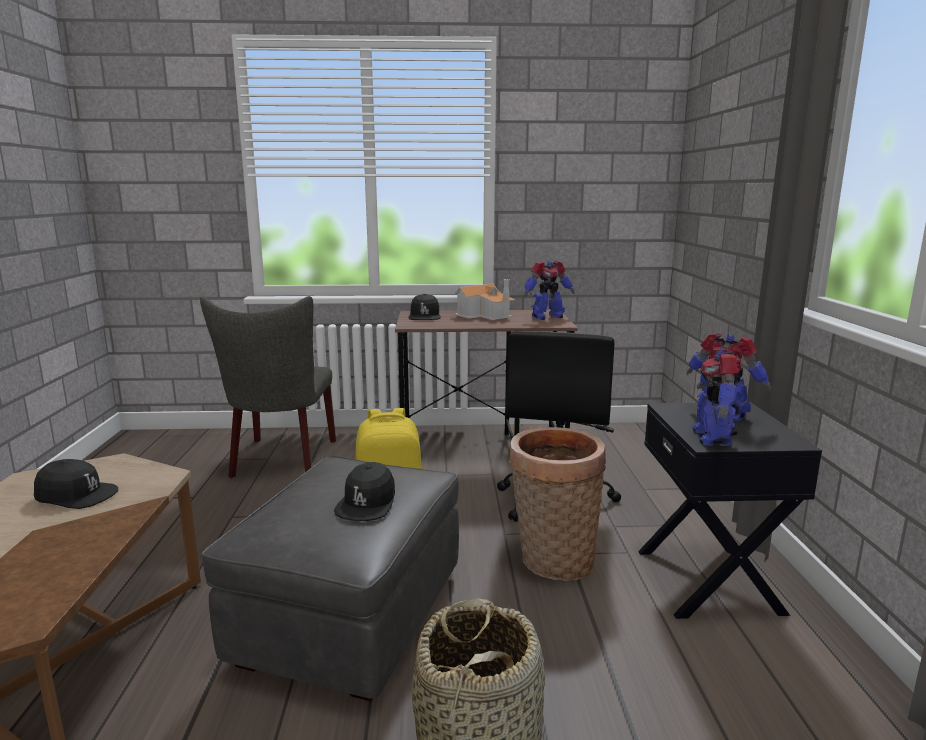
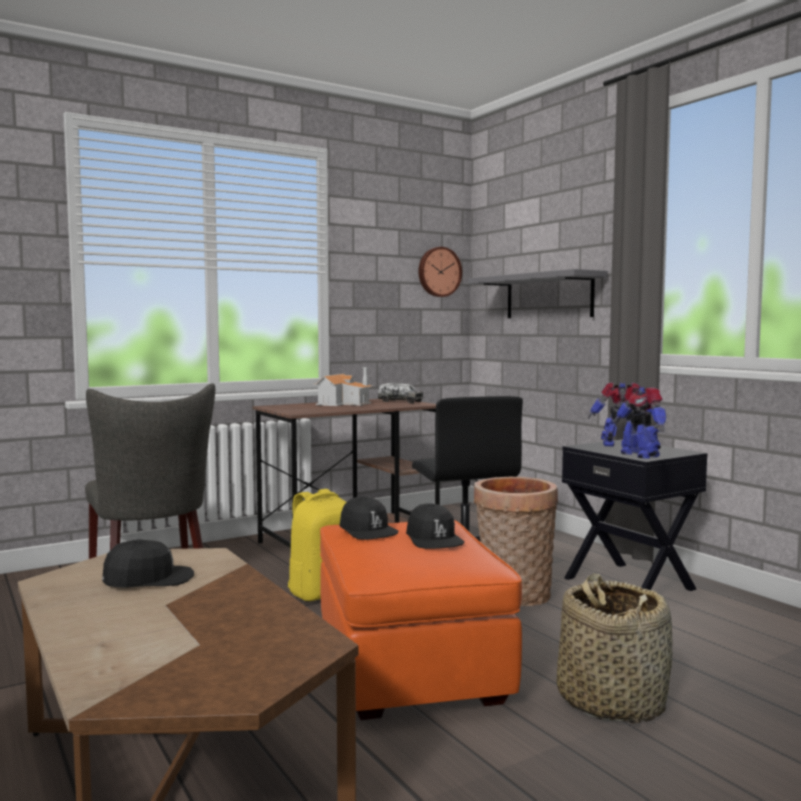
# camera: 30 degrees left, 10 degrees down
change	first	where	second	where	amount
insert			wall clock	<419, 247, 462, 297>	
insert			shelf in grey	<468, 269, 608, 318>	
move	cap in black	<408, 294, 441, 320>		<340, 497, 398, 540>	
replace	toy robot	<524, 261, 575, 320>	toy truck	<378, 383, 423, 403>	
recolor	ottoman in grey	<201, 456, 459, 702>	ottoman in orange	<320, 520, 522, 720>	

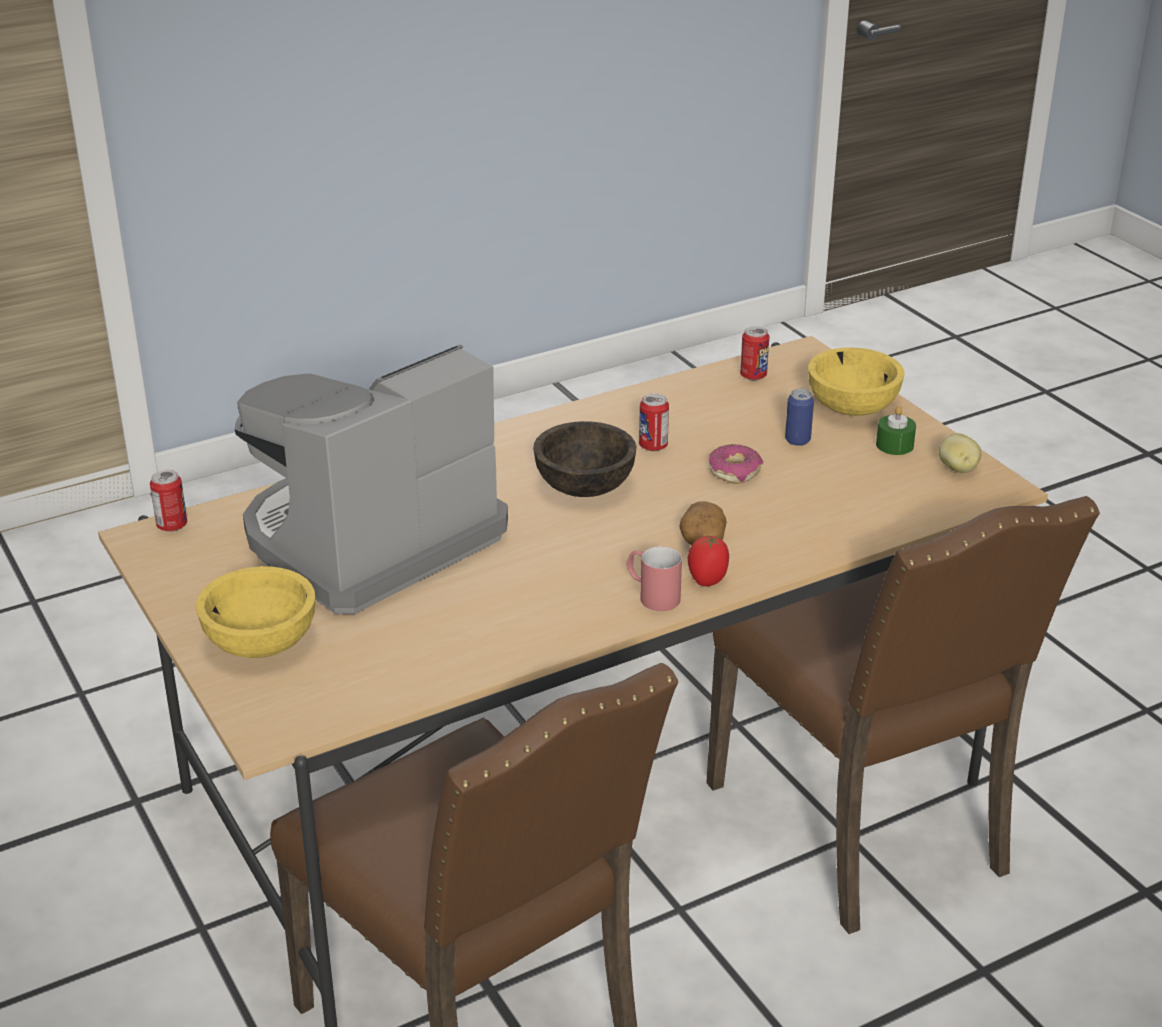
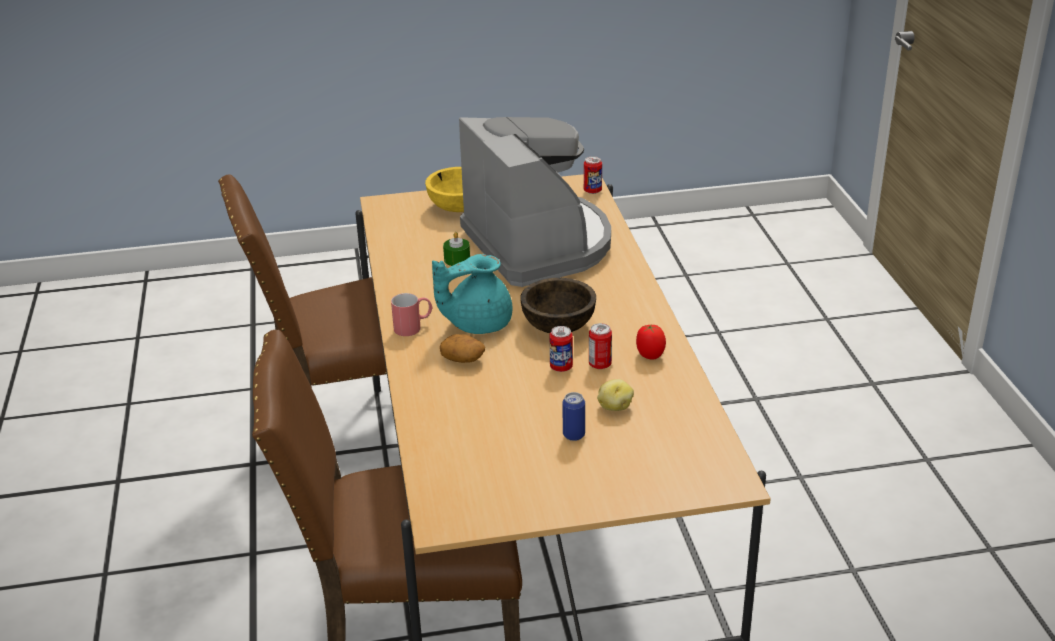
# camera: 110 degrees right, 0 degrees up
change	first	where	second	where	amount
delete	donut	<708, 444, 763, 484>			
delete	bowl in yellow	<808, 347, 905, 416>			
insert			teapot in turquoise	<432, 254, 512, 334>	
move	tomato	<688, 536, 729, 586>		<636, 325, 666, 360>	
move	can	<740, 326, 769, 380>		<549, 326, 573, 372>	
move	candle in green	<876, 406, 916, 455>		<443, 232, 470, 266>	
move	potato	<939, 433, 982, 473>		<597, 379, 634, 411>	

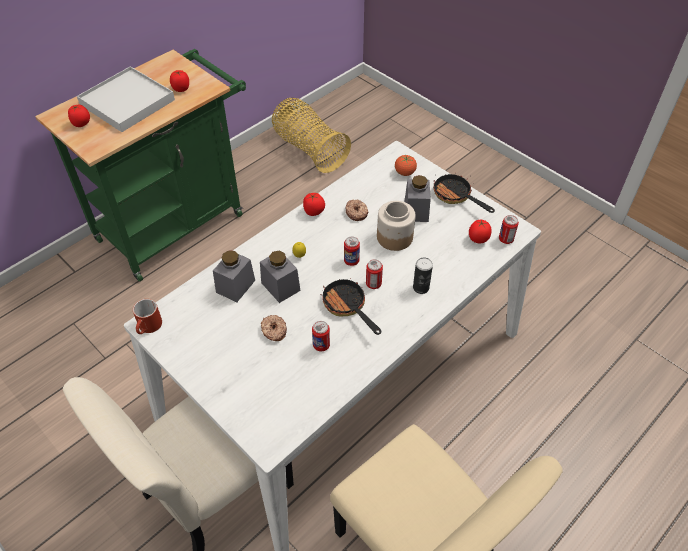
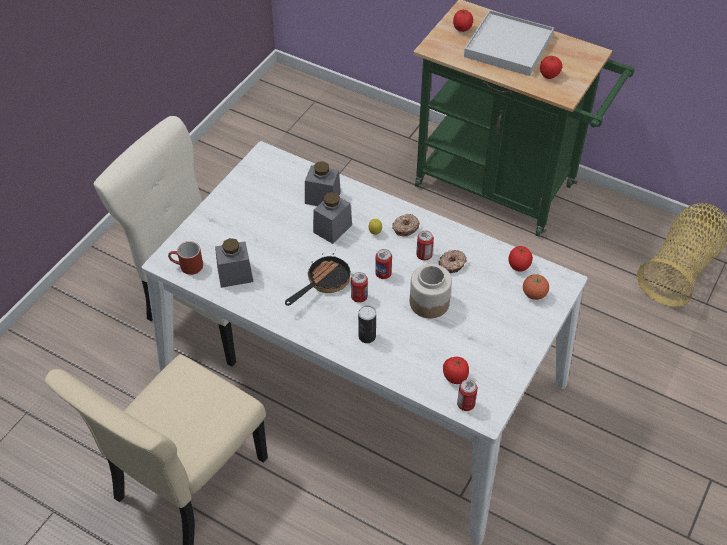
# camera: 75 degrees right, 0 degrees up
change	first	where	second	where	amount
delete	frying pan	<433, 174, 495, 213>			
move	mug in red	<133, 299, 162, 334>		<168, 241, 203, 275>	
move	donut	<261, 315, 287, 341>		<392, 214, 420, 236>	
move	tomato	<303, 193, 325, 216>		<508, 246, 533, 272>	
move	can	<312, 321, 330, 352>		<416, 231, 434, 261>	
move	jar in grey	<405, 175, 431, 222>		<215, 238, 253, 288>	

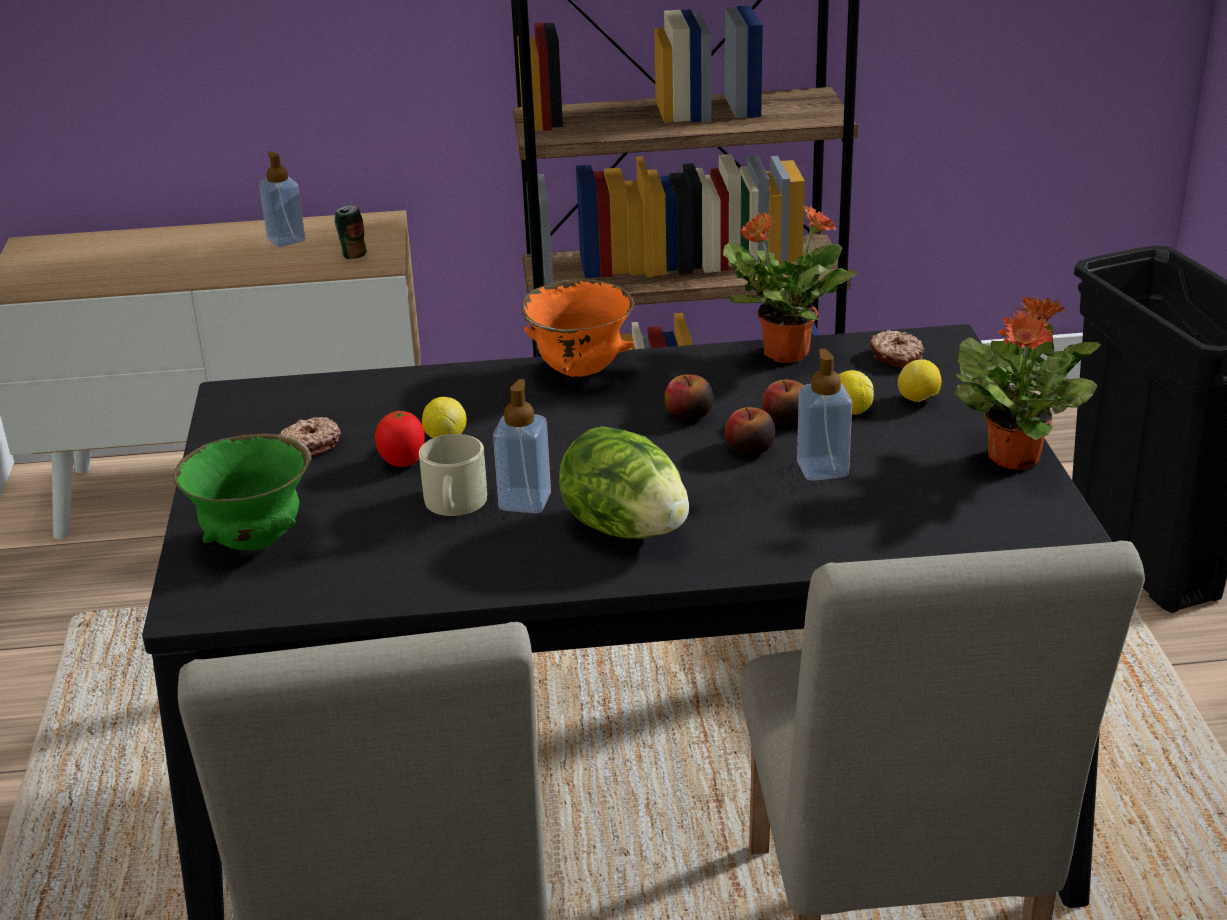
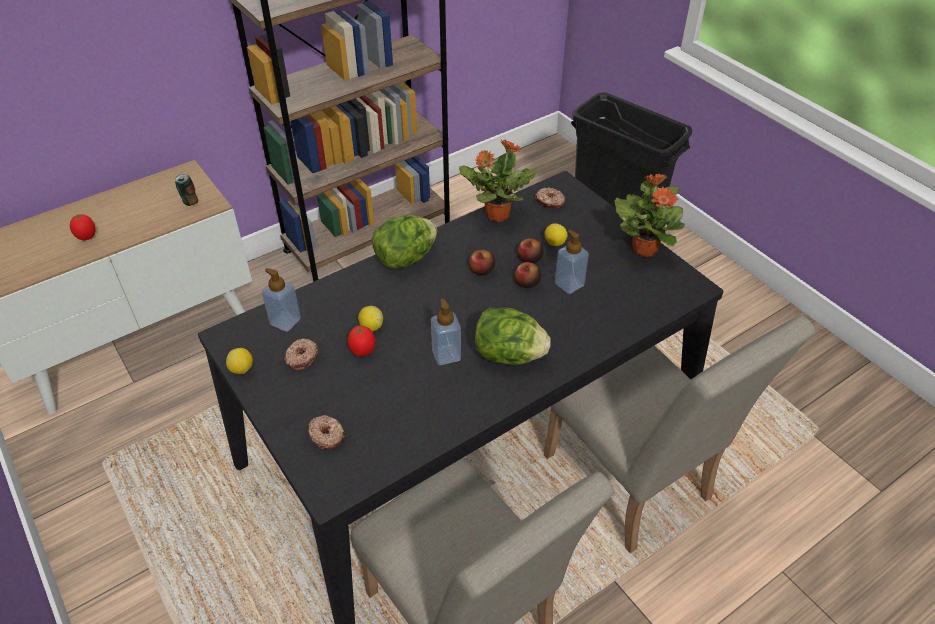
# camera: 30 degrees left, 15 degrees up
change	first	where	second	where	amount
delete	mug in beige	<419, 434, 487, 516>			
insert			tomato	<70, 214, 96, 240>	
move	soap dispenser	<259, 151, 305, 247>		<262, 268, 301, 332>	
move	lemon	<898, 360, 941, 402>		<226, 348, 253, 374>	
replace	bowl in green	<173, 433, 312, 550>	donut	<308, 415, 345, 450>	
replace	bowl in orange	<521, 279, 634, 377>	lettuce	<372, 215, 437, 269>	

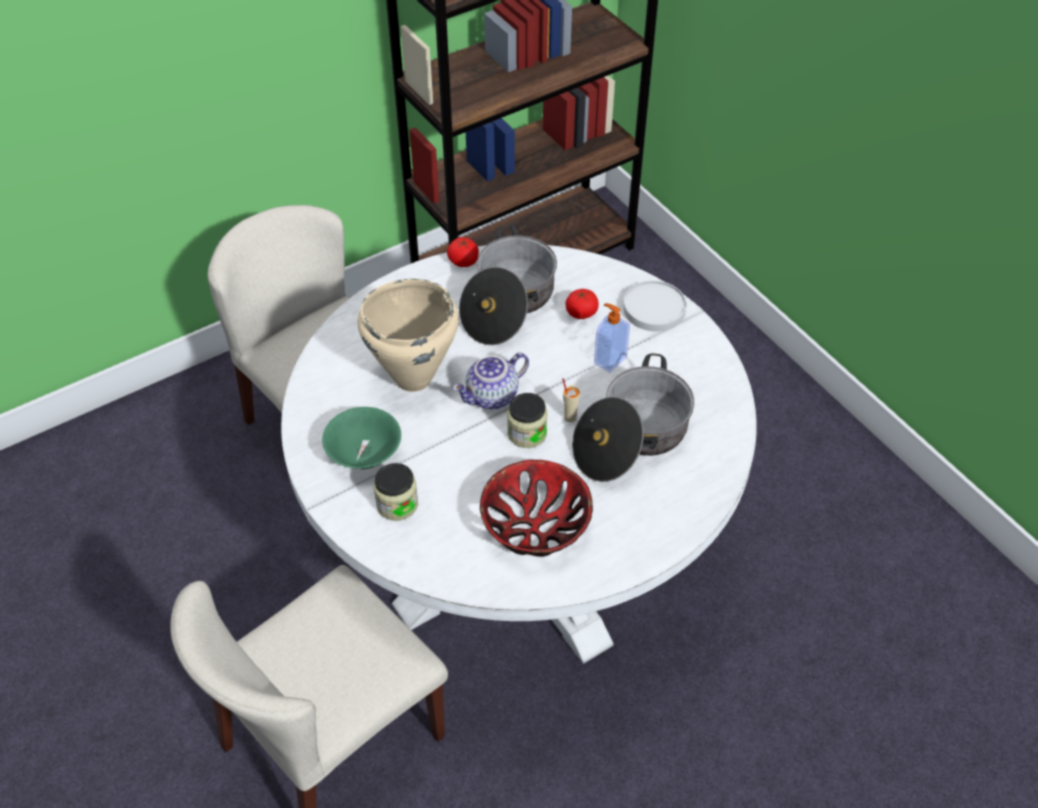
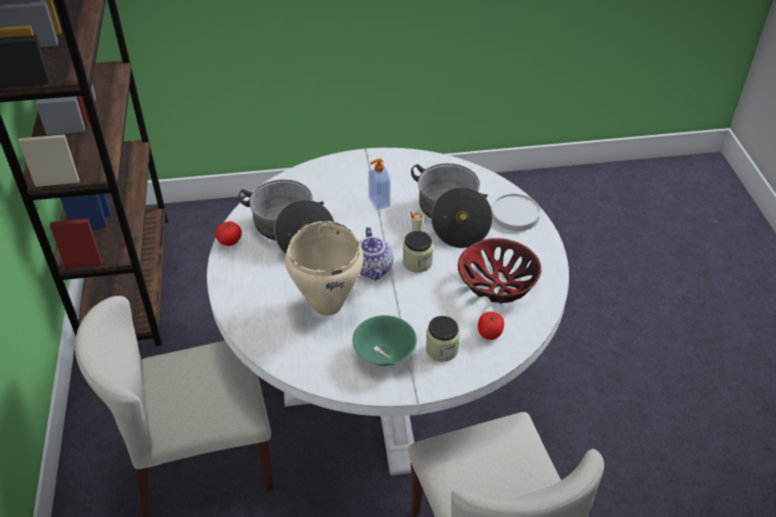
# camera: 65 degrees left, 5 degrees down
change	first	where	second	where	amount
move	tomato	<566, 289, 599, 319>		<478, 312, 504, 340>	
move	plate in white	<623, 281, 686, 332>		<492, 194, 540, 231>	

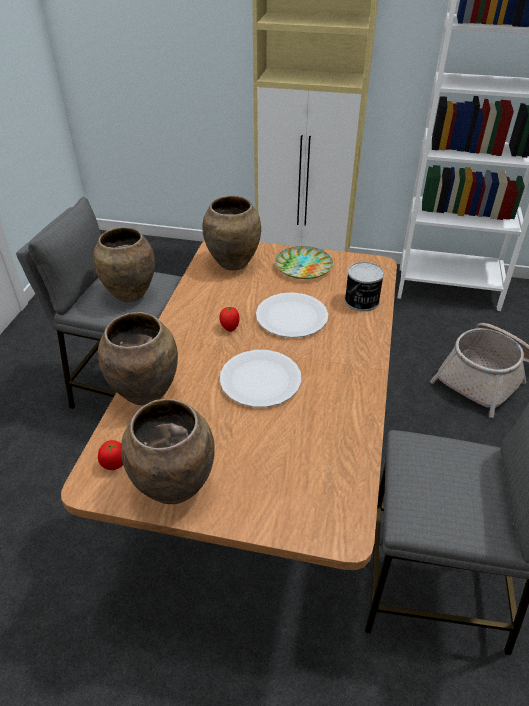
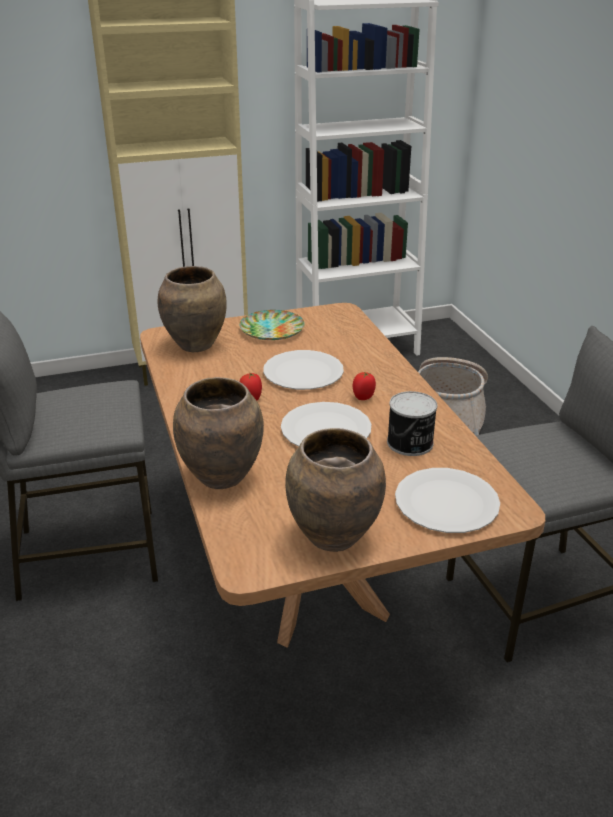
# camera: 30 degrees left, 10 degrees down
change	first	where	second	where	amount
delete	vase in brown	<93, 227, 155, 302>			
insert			plate in white	<395, 468, 500, 533>	
move	tomato	<98, 440, 123, 470>		<353, 372, 376, 400>	
move	can	<345, 262, 384, 311>		<387, 391, 437, 456>	

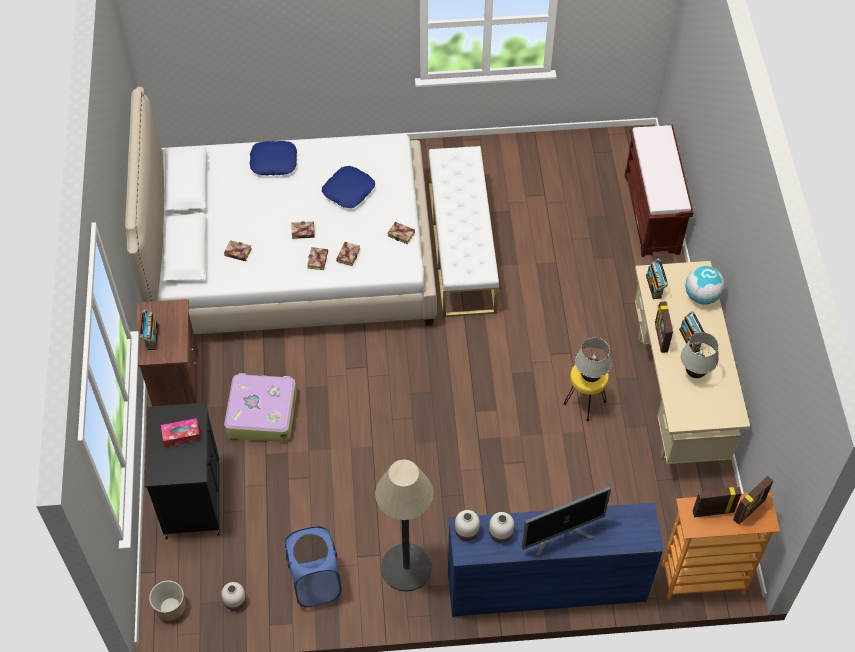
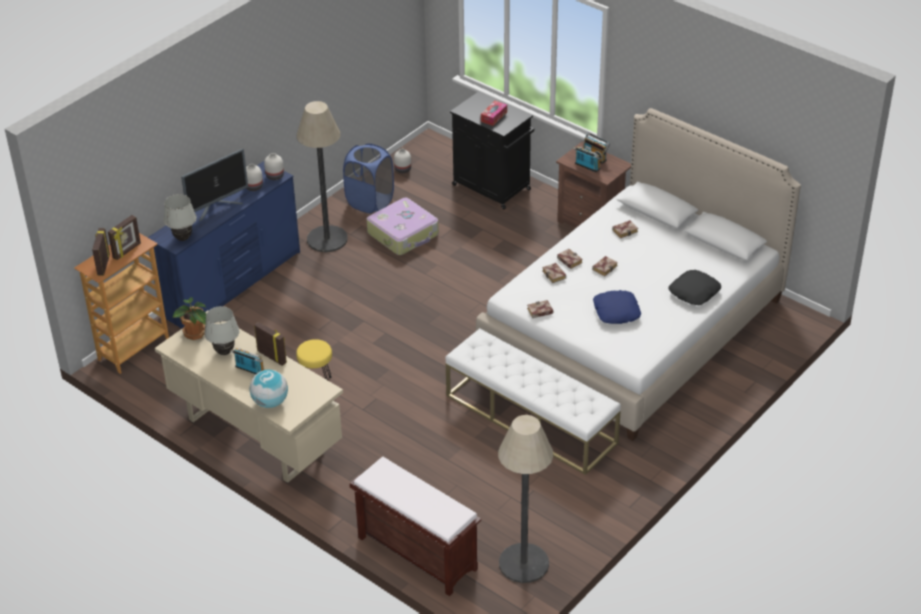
# camera: 135 degrees right, 15 degrees down
change	first	where	second	where	amount
delete	planter	<149, 581, 186, 621>			
insert			potted plant	<173, 298, 206, 340>	
insert			floor lamp	<498, 415, 553, 583>	
move	suitcase	<224, 373, 297, 442>		<367, 198, 439, 255>	
move	table lamp in white	<575, 338, 612, 382>		<164, 194, 196, 241>	
move	radio	<646, 258, 668, 299>		<573, 146, 601, 172>	
recolor	pillow in blue	<250, 141, 297, 175>	pillow in black	<668, 270, 721, 305>	
rotate	monitor	<522, 487, 611, 556>		<181, 148, 248, 222>	150 degrees counterclockwise

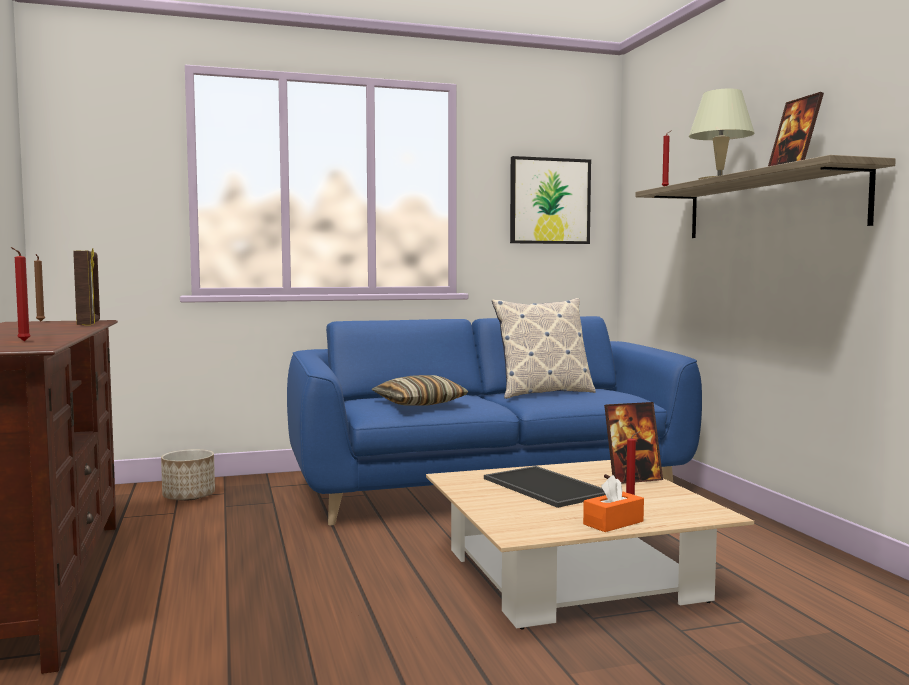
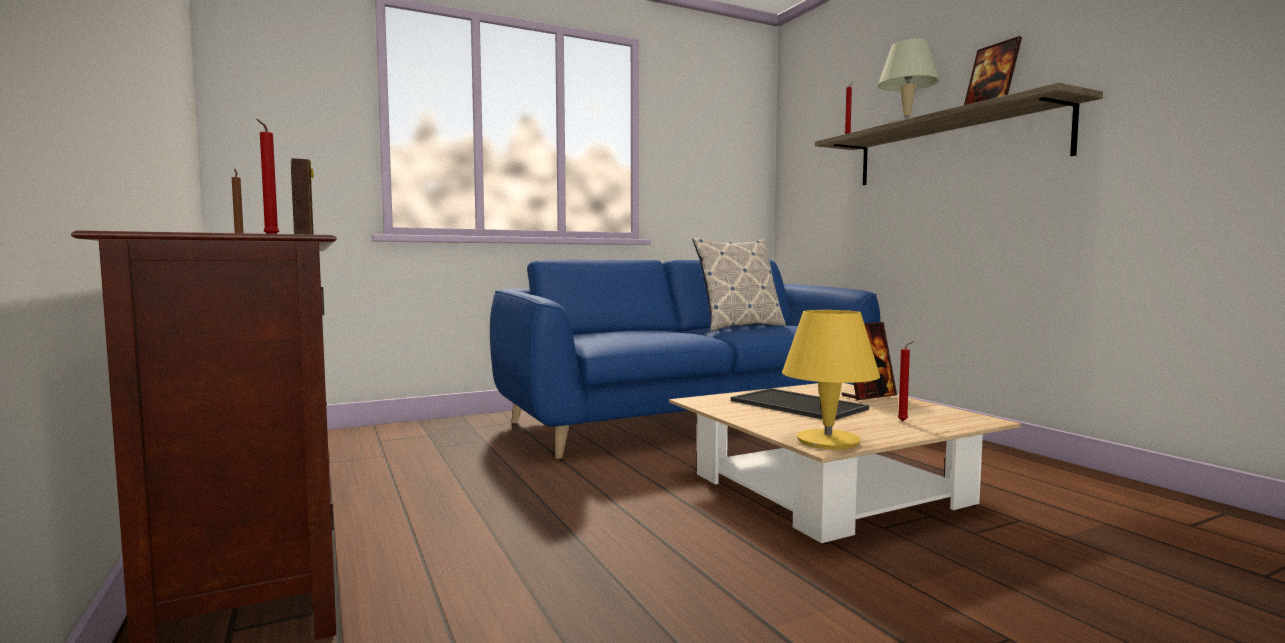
# camera: 10 degrees left, 0 degrees up
change	first	where	second	where	amount
delete	planter	<161, 449, 215, 501>			
delete	pillow	<371, 375, 469, 406>			
delete	picture	<510, 156, 591, 244>			
delete	tissue box in orange	<583, 475, 644, 532>			
insert			table lamp in yellow	<782, 310, 880, 450>	

